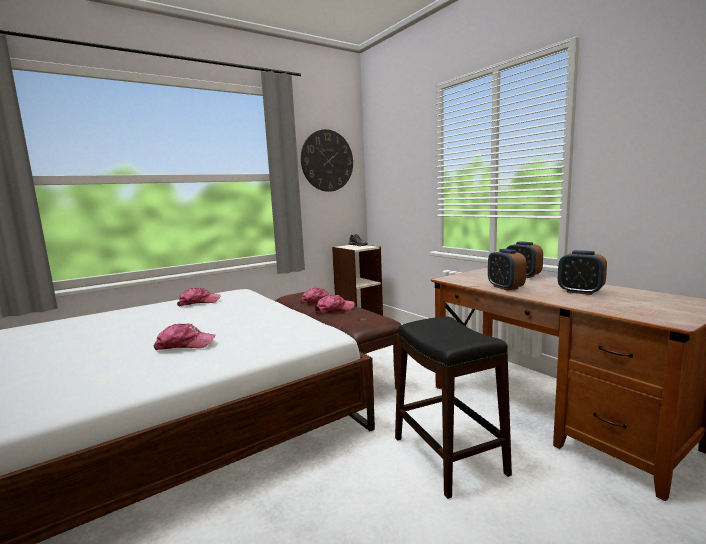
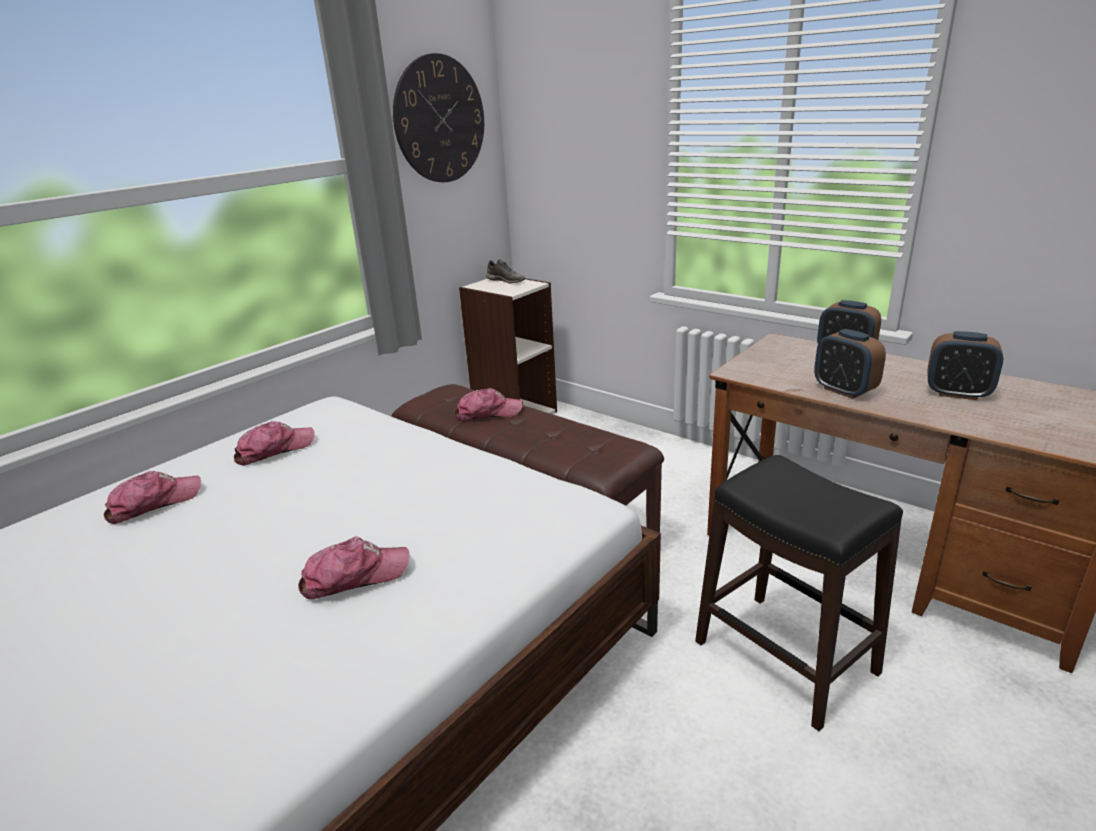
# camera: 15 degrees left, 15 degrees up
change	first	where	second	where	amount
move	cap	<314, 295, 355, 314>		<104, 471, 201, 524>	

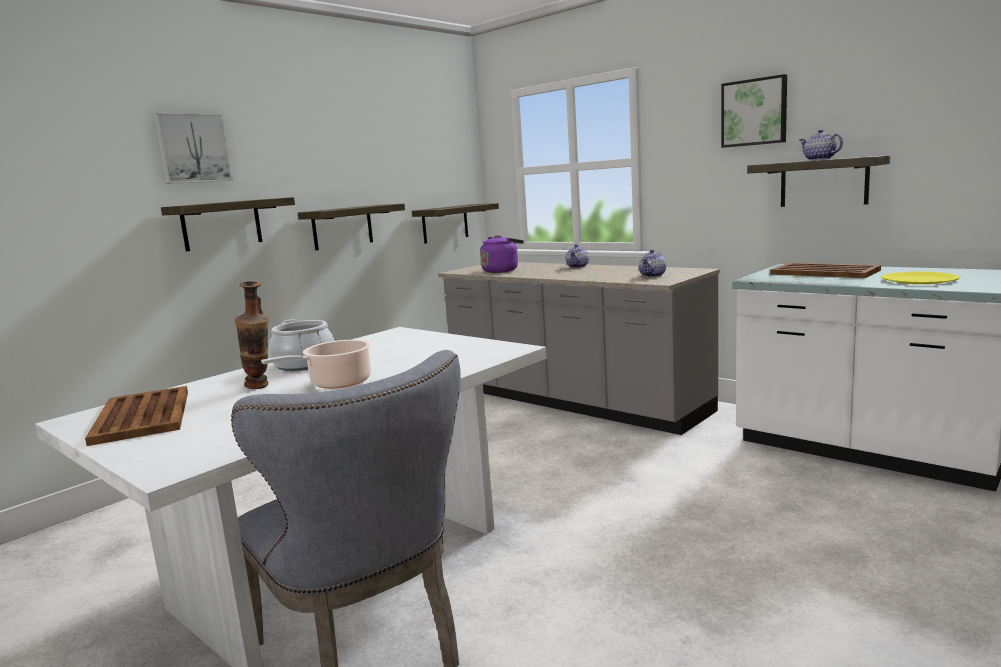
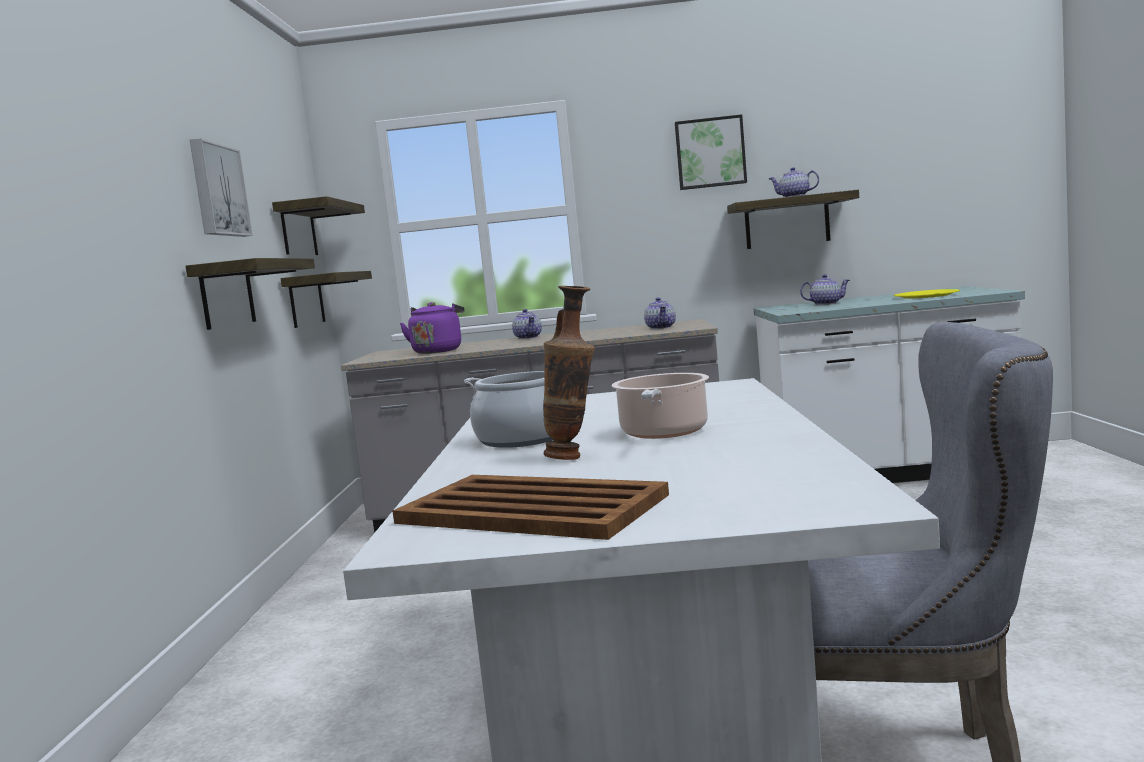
# camera: 40 degrees left, 5 degrees down
change	first	where	second	where	amount
move	picture	<153, 112, 233, 184>		<190, 139, 253, 237>	
move	shelf	<161, 197, 295, 251>		<272, 196, 365, 255>	
replace	tray in brown	<770, 263, 881, 278>	teapot	<800, 274, 850, 305>	

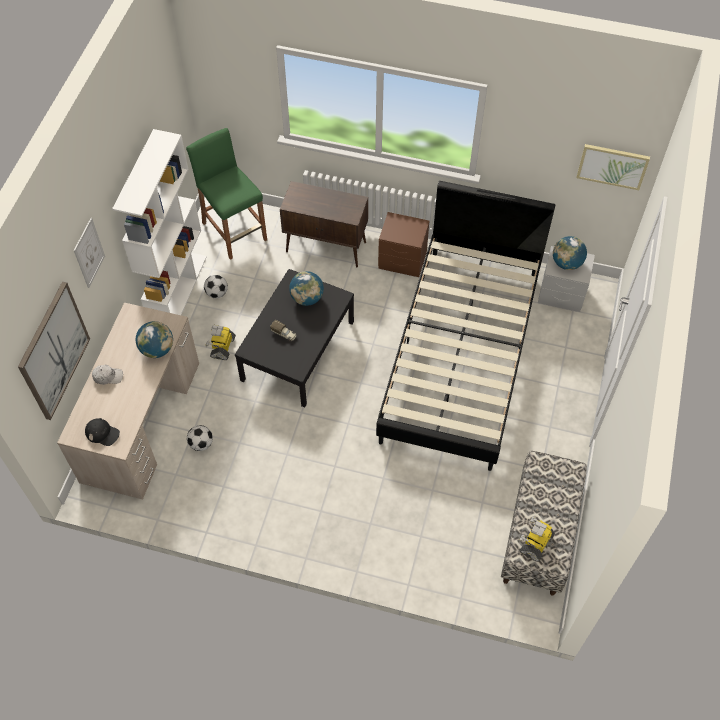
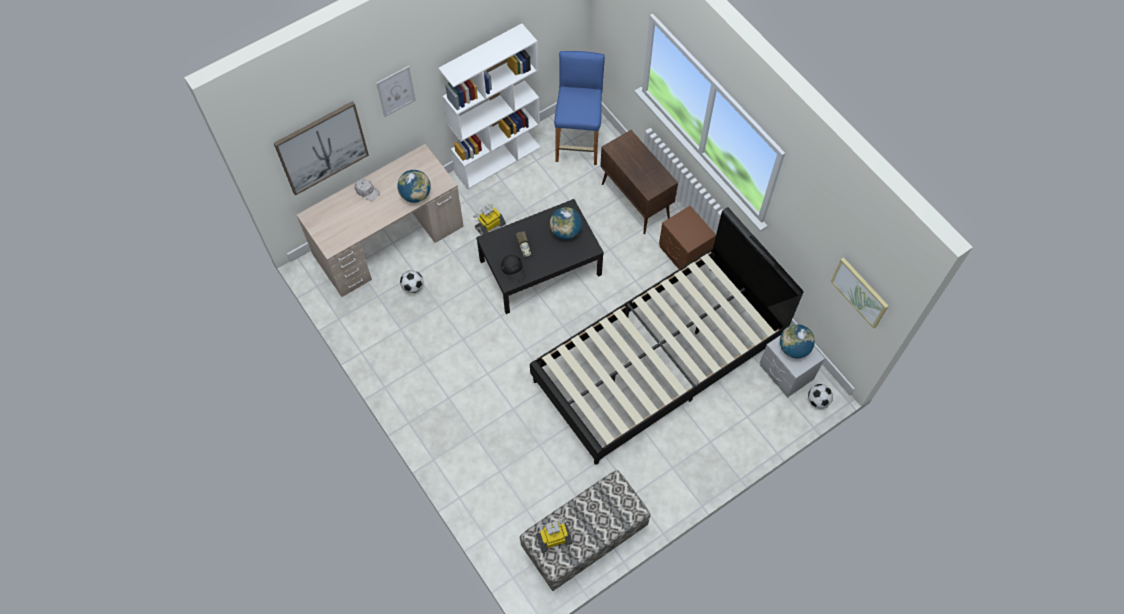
# camera: 40 degrees right, 5 degrees up
change	first	where	second	where	amount
move	cap in black	<85, 418, 120, 446>		<501, 255, 526, 282>	
move	football	<204, 275, 228, 298>		<808, 384, 833, 408>	
recolor	stool in green	<186, 128, 267, 260>	stool in blue	<554, 51, 605, 165>	

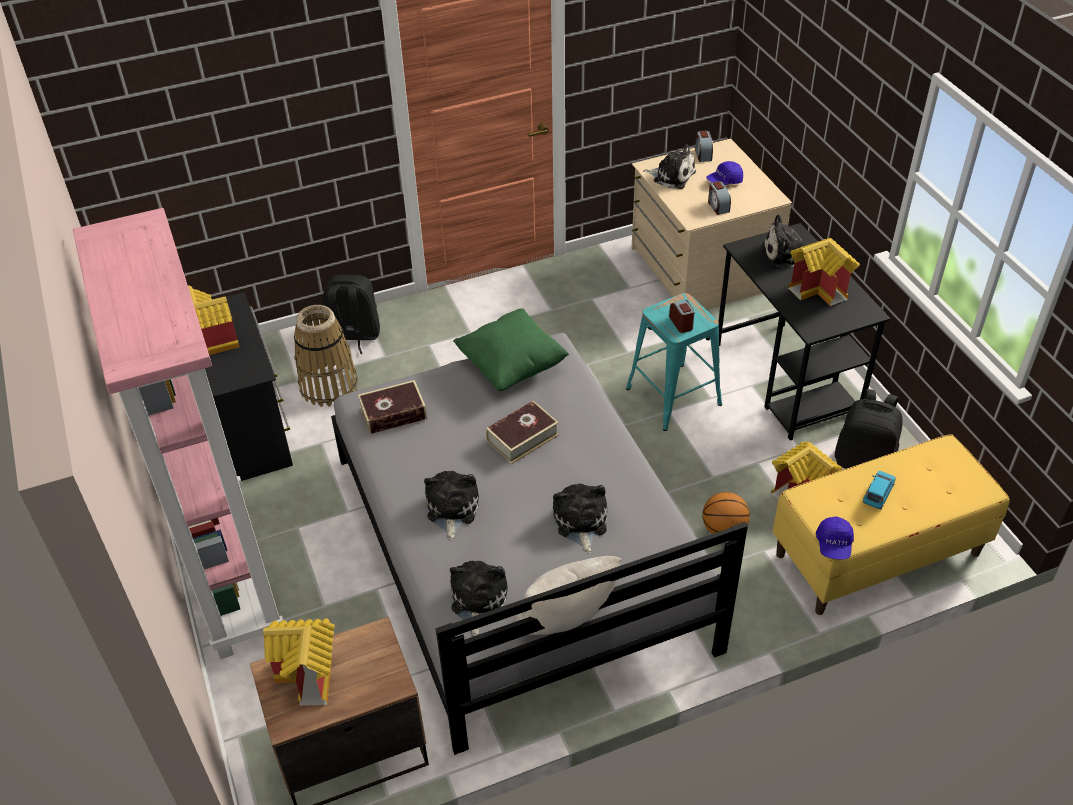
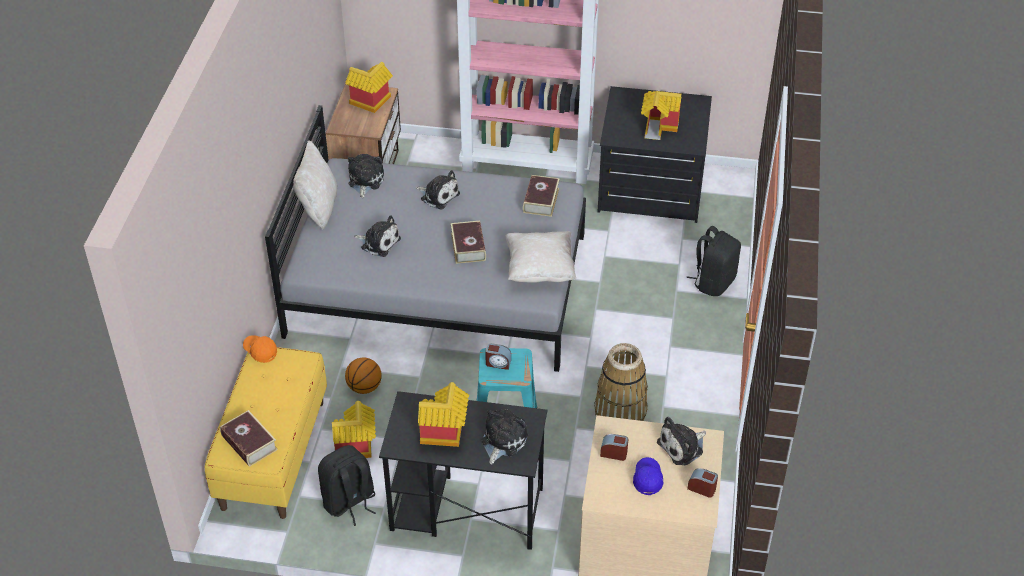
# camera: 120 degrees right, 0 degrees up
change	first	where	second	where	amount
delete	toy car in blue	<863, 471, 896, 510>			
insert			book	<220, 410, 278, 467>	
move	basket	<294, 305, 358, 407>		<594, 343, 648, 421>	
recolor	pillow in green	<453, 309, 569, 391>	pillow in beige	<506, 231, 576, 283>	
recolor	cap in blue	<816, 516, 854, 560>	cap in orange	<243, 335, 277, 363>	
rotate	plush toy	<450, 560, 507, 636>		<348, 154, 384, 198>	120 degrees counterclockwise

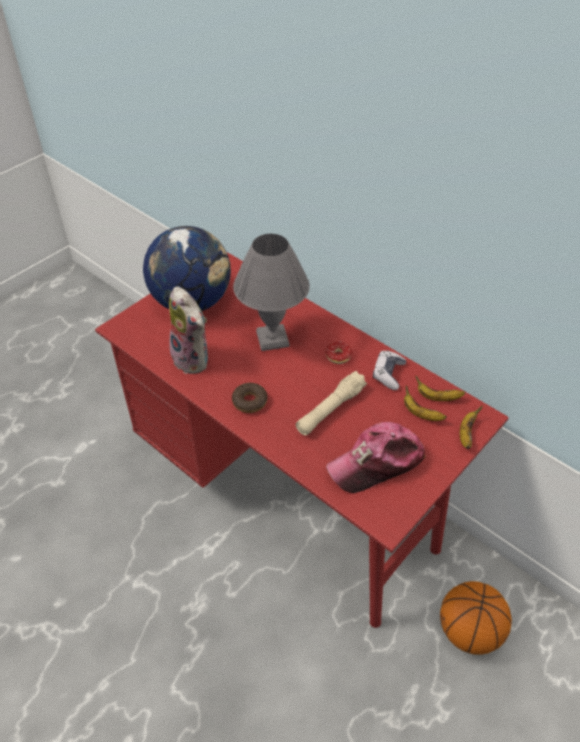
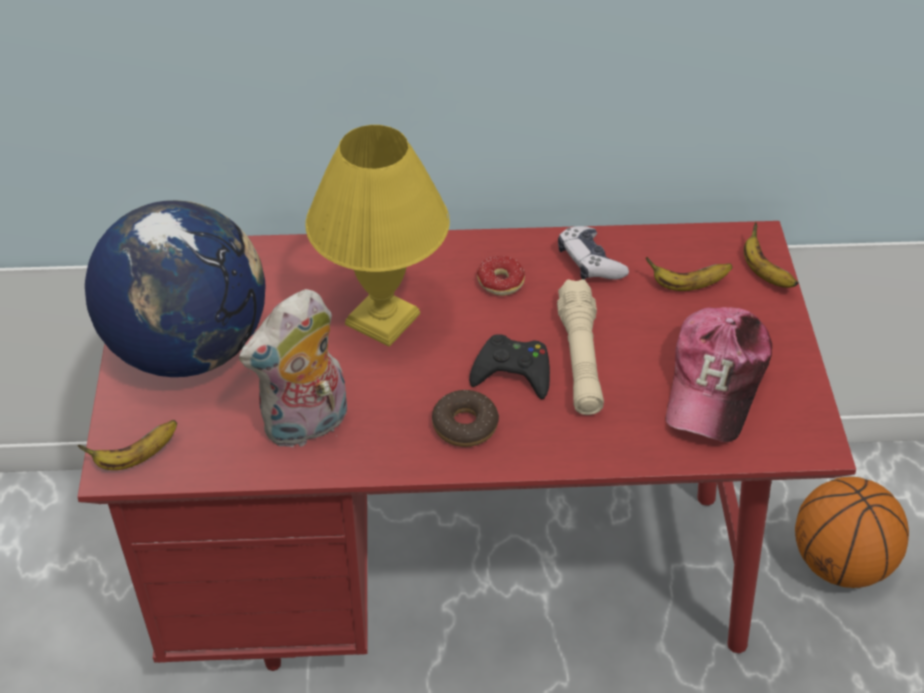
# camera: 45 degrees left, 0 degrees up
change	first	where	second	where	amount
insert			game controller in black	<469, 334, 550, 399>	
move	banana	<415, 376, 465, 401>		<77, 420, 177, 470>	
recolor	table lamp in grey	<233, 234, 310, 351>	table lamp in yellow	<305, 125, 450, 347>	
rotate	plush toy	<169, 286, 208, 374>		<239, 289, 347, 449>	135 degrees clockwise

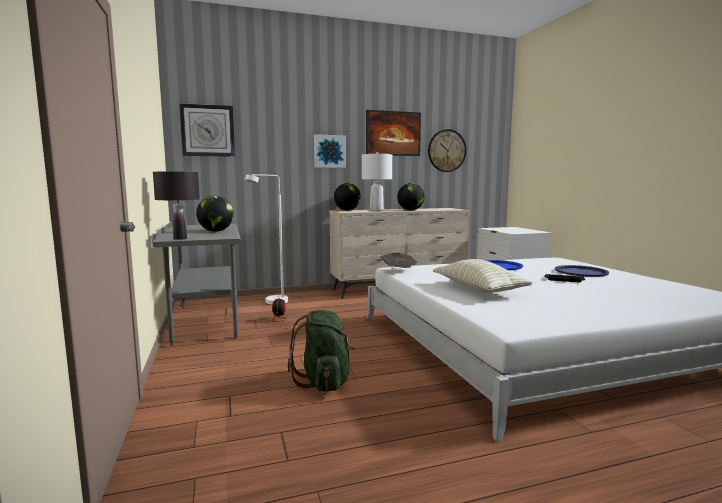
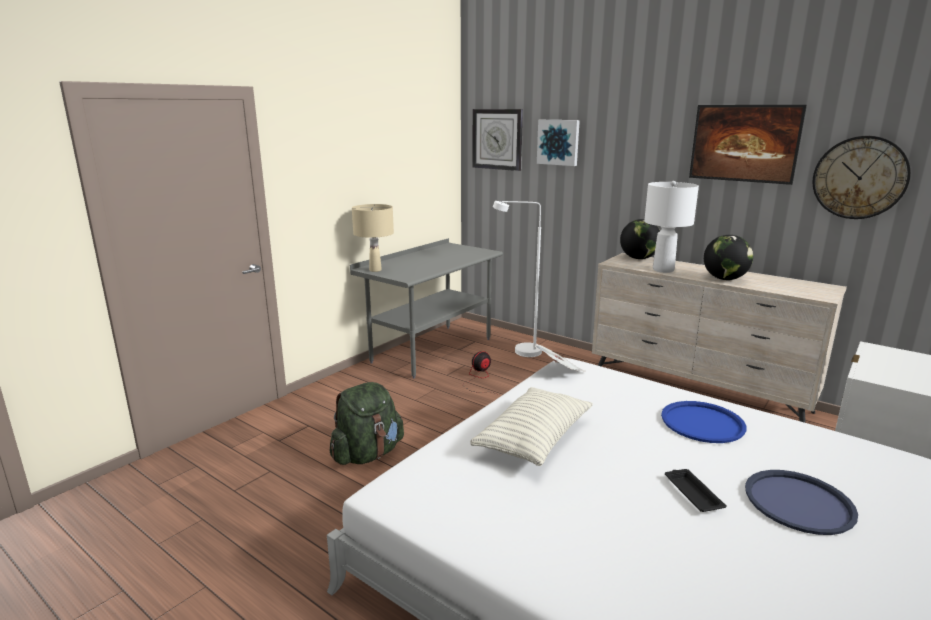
# camera: 55 degrees right, 10 degrees up
change	first	where	second	where	amount
delete	globe	<196, 196, 234, 232>			
move	picture	<314, 134, 346, 168>		<537, 120, 580, 166>	
recolor	table lamp in black	<153, 172, 200, 240>	table lamp in beige	<352, 204, 394, 272>	

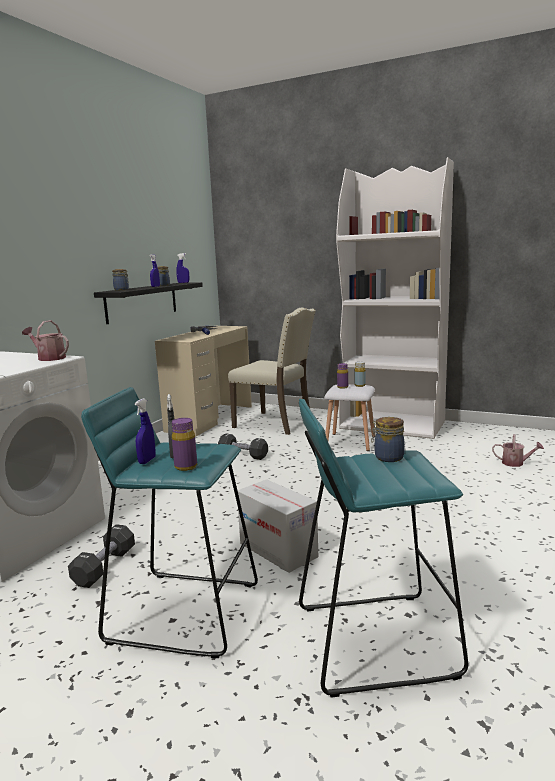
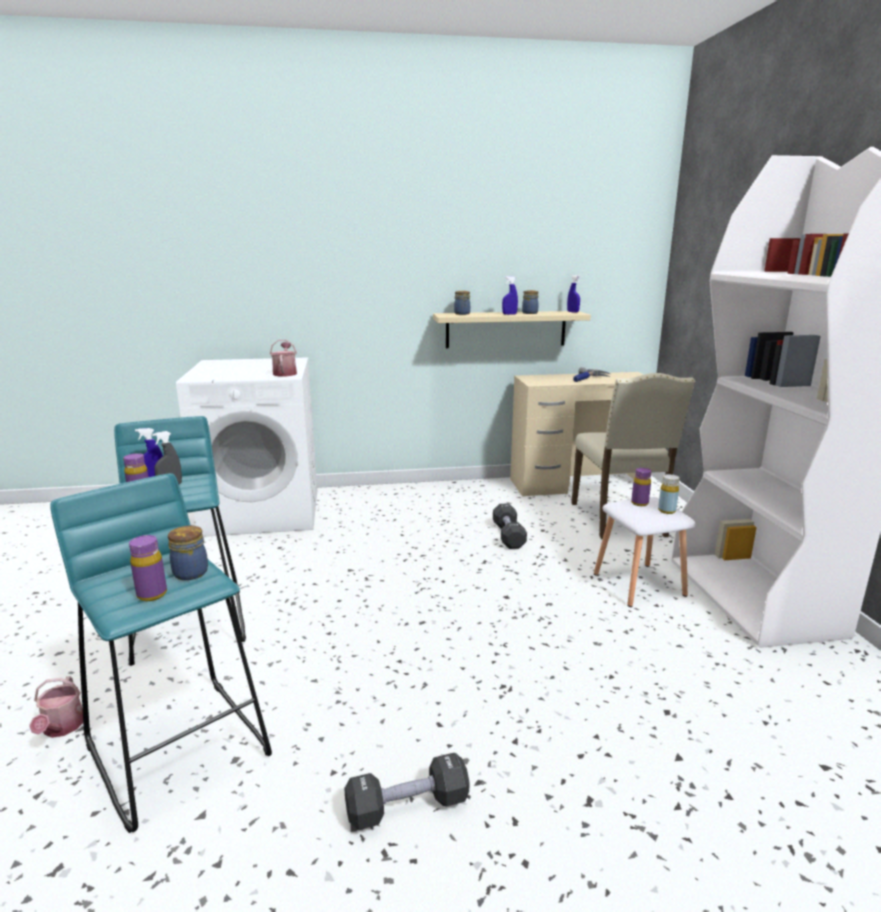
# camera: 55 degrees right, 5 degrees up
change	first	where	second	where	amount
delete	cardboard box	<237, 479, 318, 573>			
insert			bottle in purple	<129, 535, 167, 601>	
move	dumbbell in black	<68, 524, 135, 588>		<344, 753, 469, 830>	
move	watering can	<492, 434, 544, 467>		<29, 676, 83, 738>	
recolor	shelf in black	<94, 282, 203, 324>	shelf in beige	<433, 311, 591, 348>	

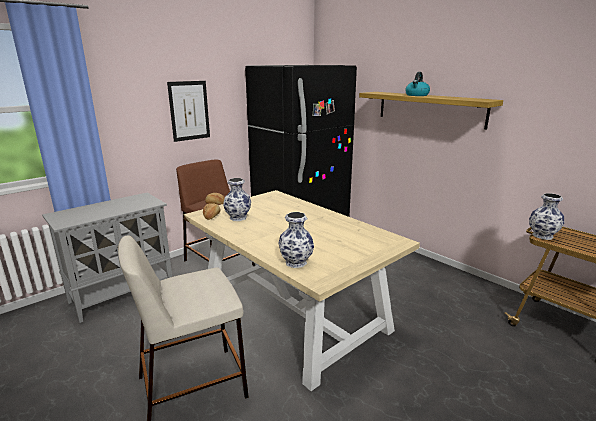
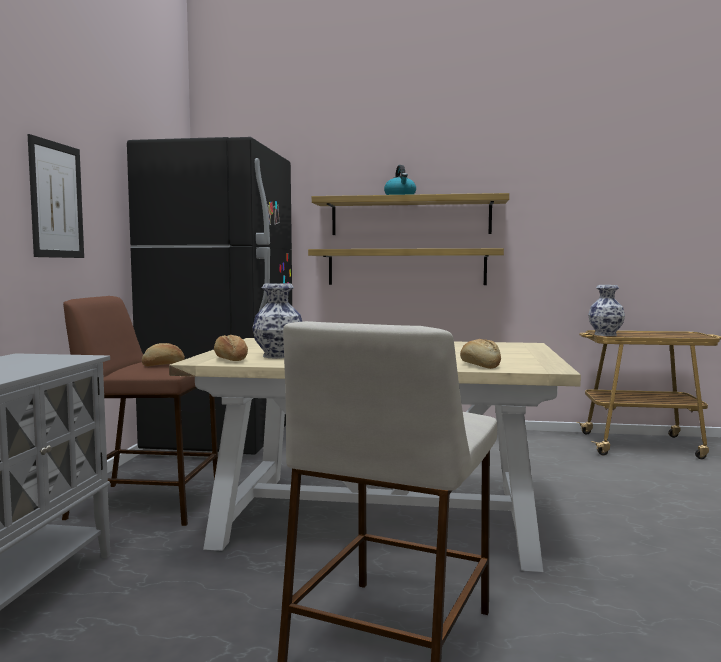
# camera: 40 degrees left, 15 degrees down
change	first	where	second	where	amount
insert			shelf	<308, 248, 504, 285>	
replace	vase	<279, 212, 314, 268>	bread	<460, 339, 501, 369>	

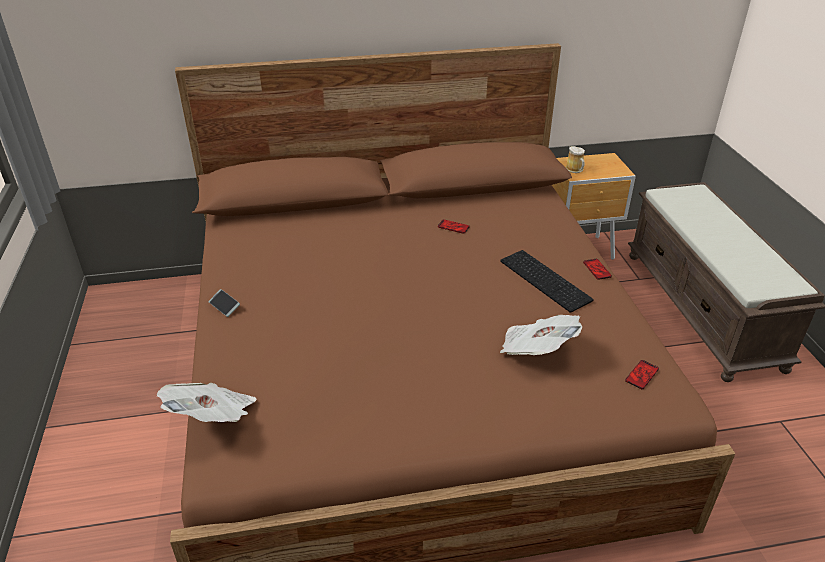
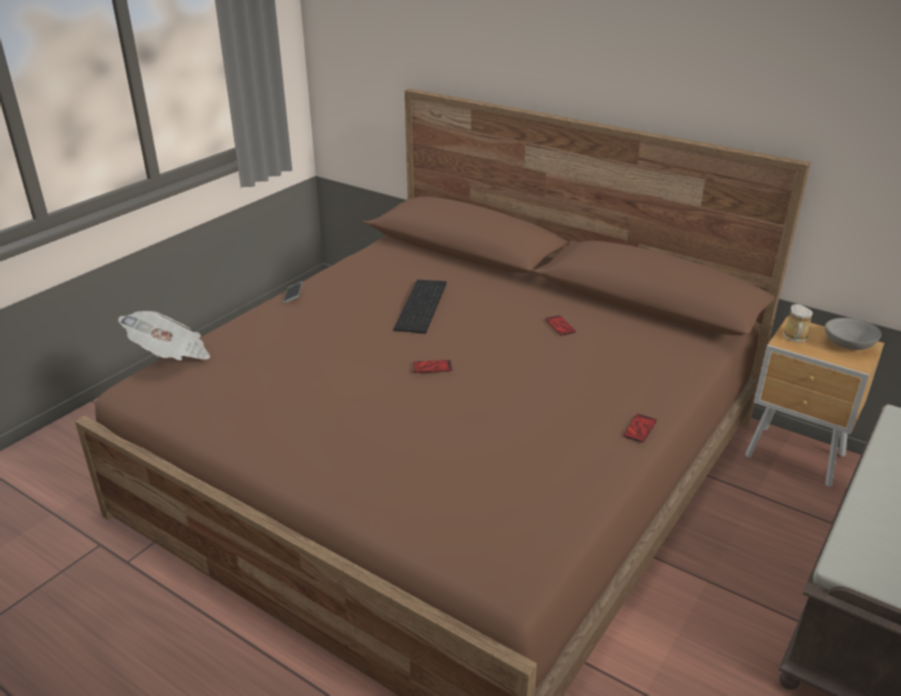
# camera: 45 degrees right, 5 degrees down
change	first	where	second	where	amount
delete	newspaper	<500, 315, 582, 355>			
insert			bowl in grey	<825, 318, 881, 350>	
move	keyboard	<500, 250, 594, 313>		<393, 280, 447, 334>	
move	phone	<625, 360, 659, 389>		<413, 360, 452, 373>	

